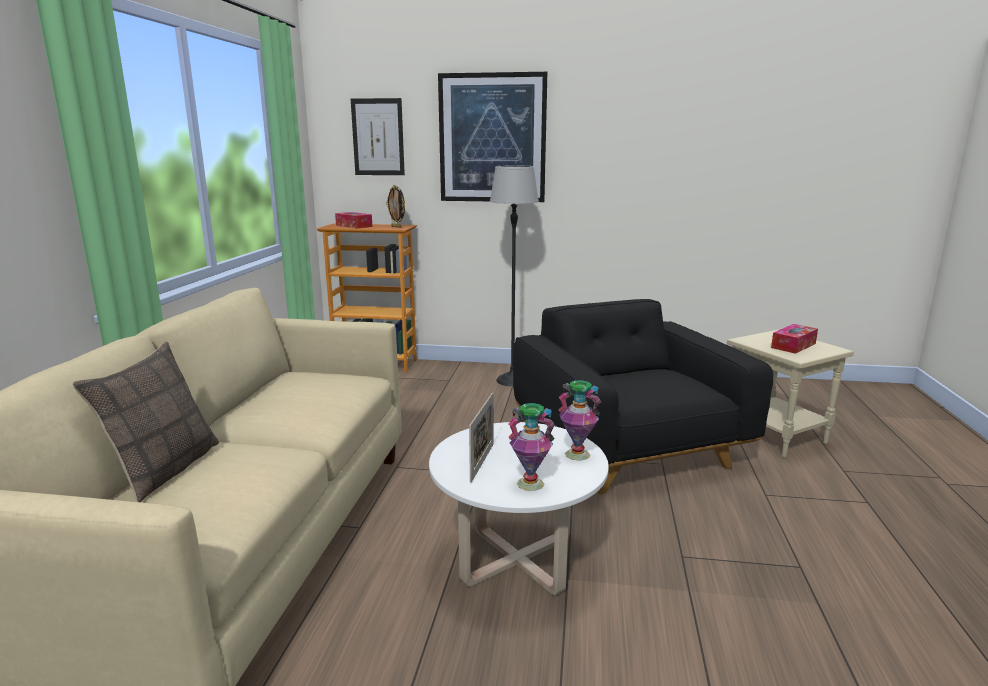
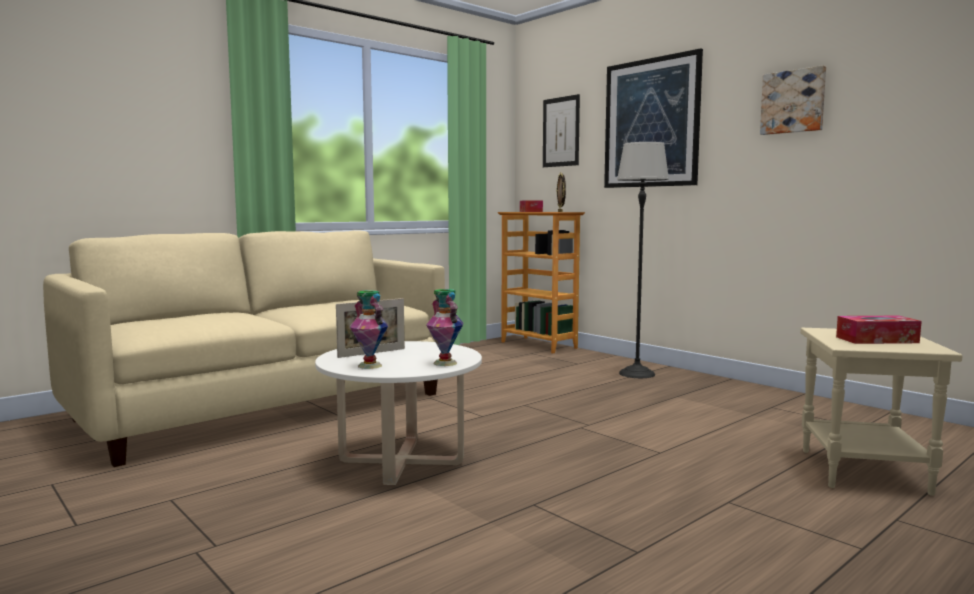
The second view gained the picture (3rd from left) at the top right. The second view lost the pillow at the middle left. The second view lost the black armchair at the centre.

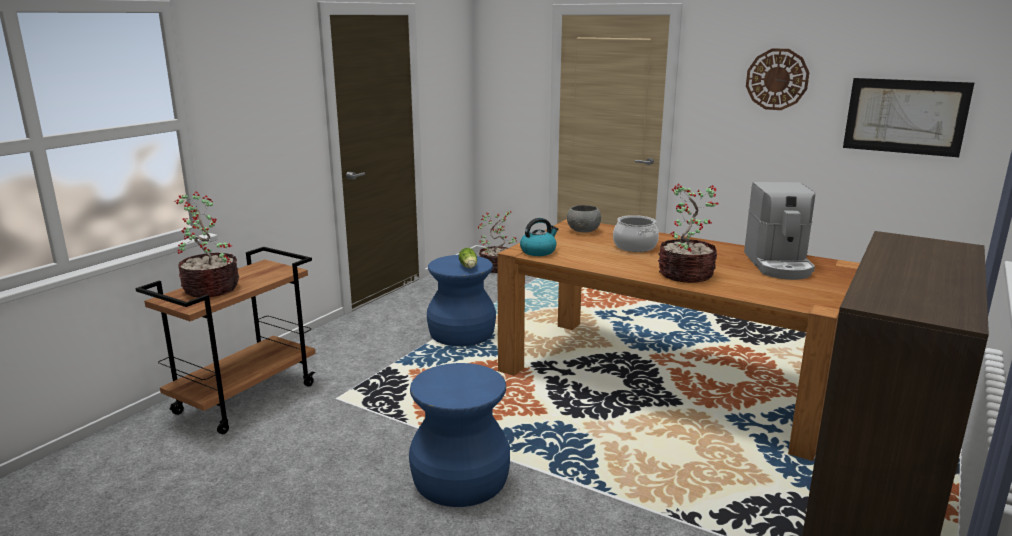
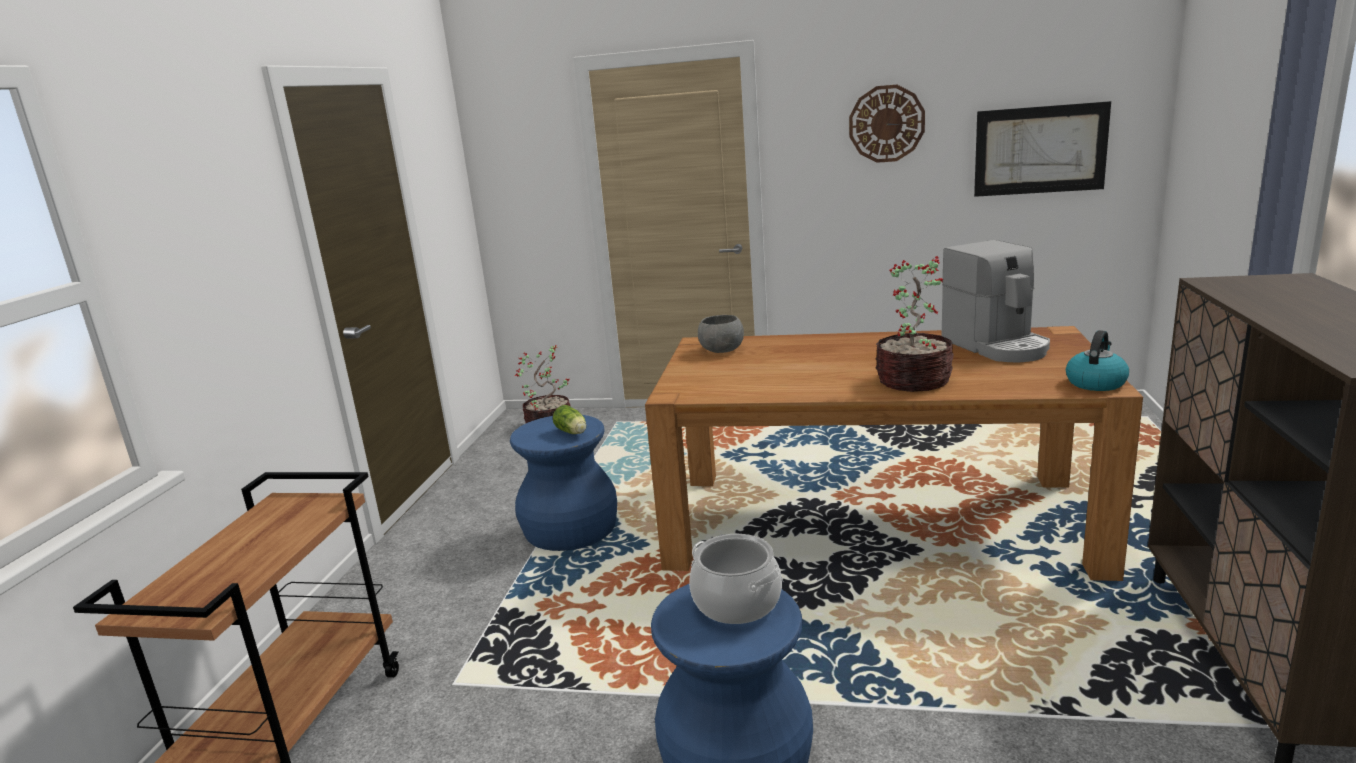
The cooking pot ended up elsewhere, having gone from the centre to the bottom centre. The kettle ended up elsewhere, having gone from the centre to the middle right. The second view lost the potted plant (1st from left) at the middle left.

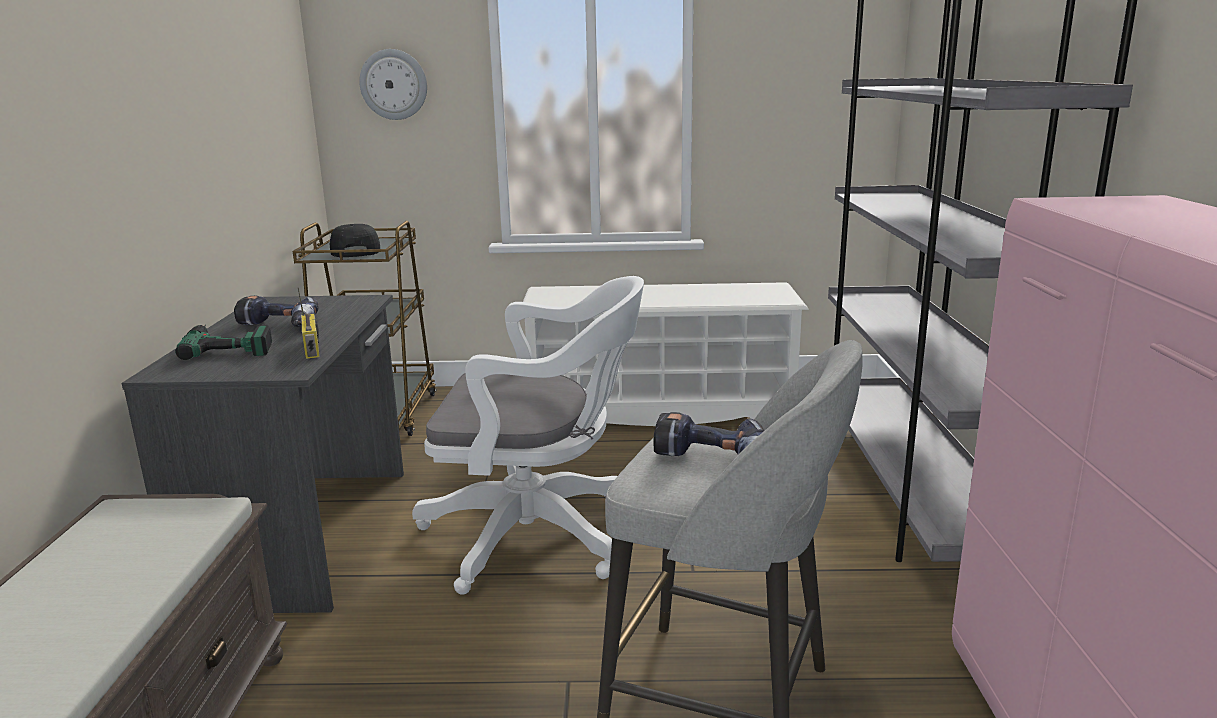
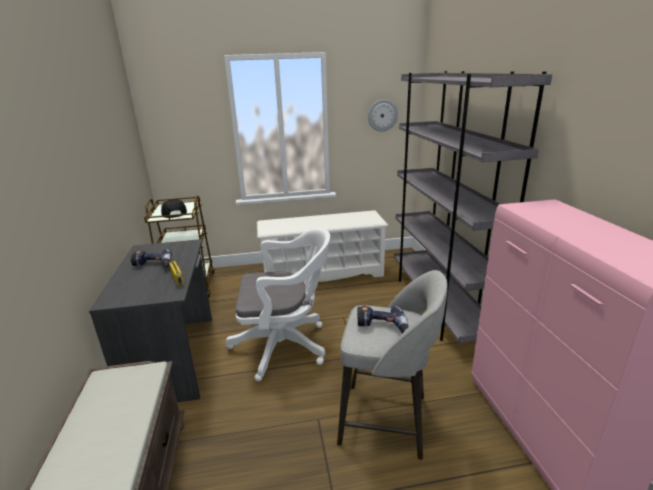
The wall clock ended up elsewhere, having gone from the top left to the top centre. The second view lost the power drill (1st from left) at the middle left.

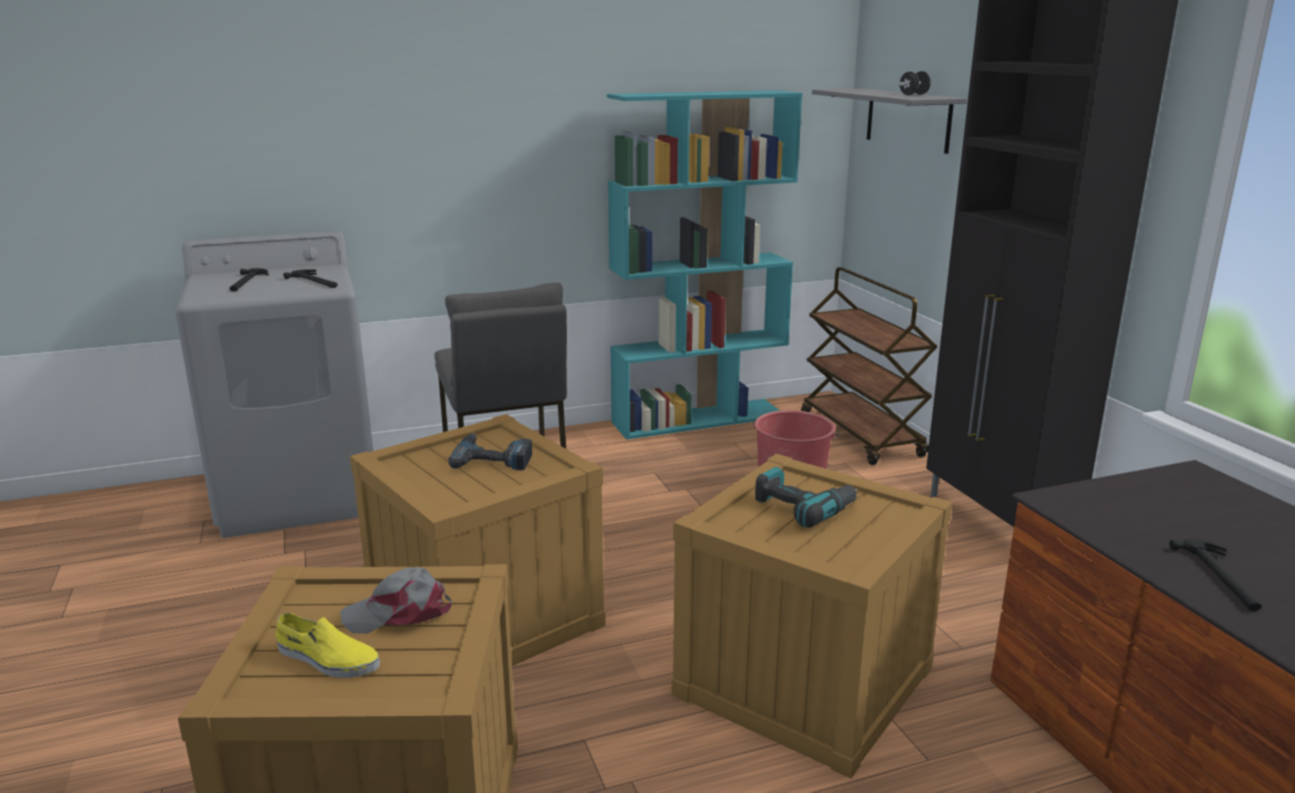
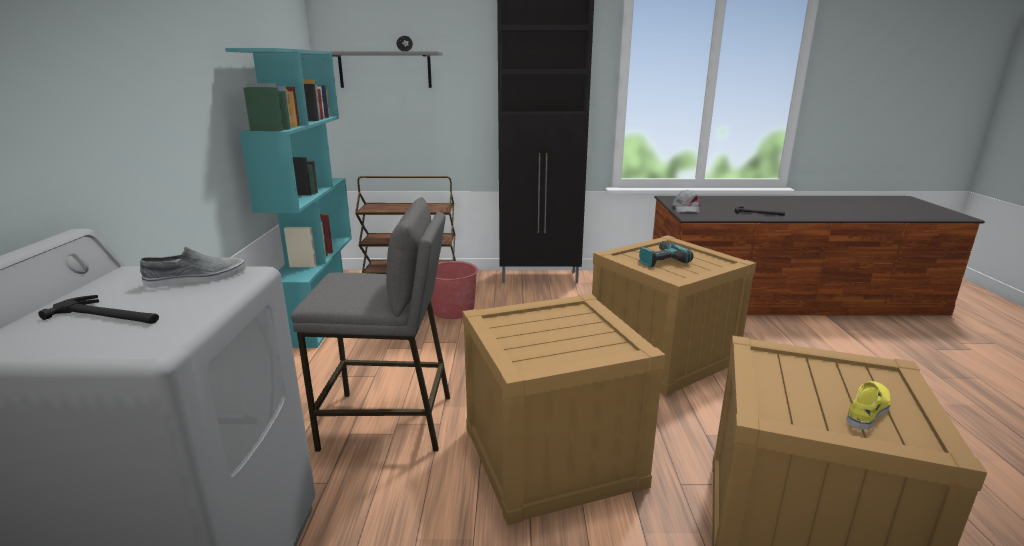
Where the hammer (2nd from left) stood at the middle left, the grey shoe came to stand at the middle left. The grey cap ended up elsewhere, having gone from the bottom left to the middle right. The second view lost the power drill (1st from left) at the centre.

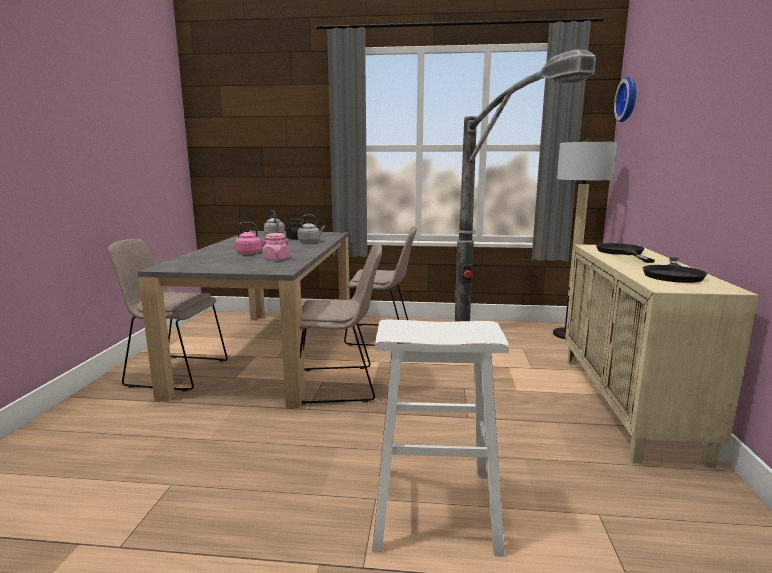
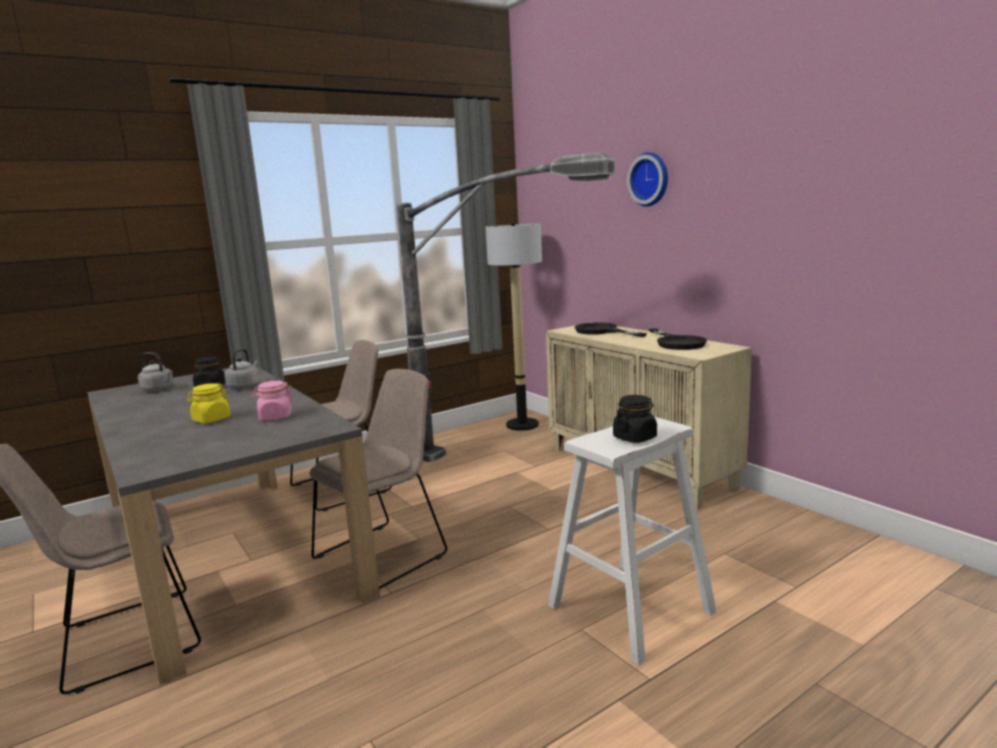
Where the pink kettle stood at the middle left, the yellow jar came to stand at the middle left. The second view gained the black jar (2nd from left) at the centre. The wall clock ended up elsewhere, having gone from the top right to the top centre.

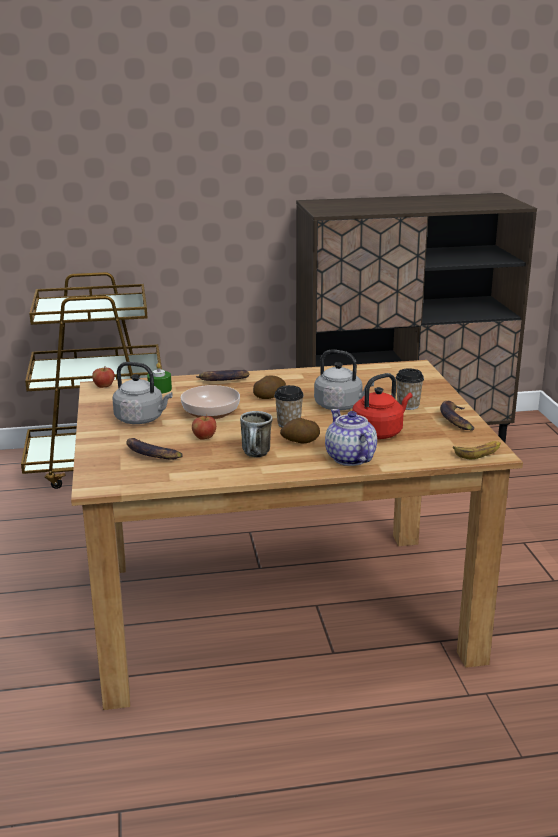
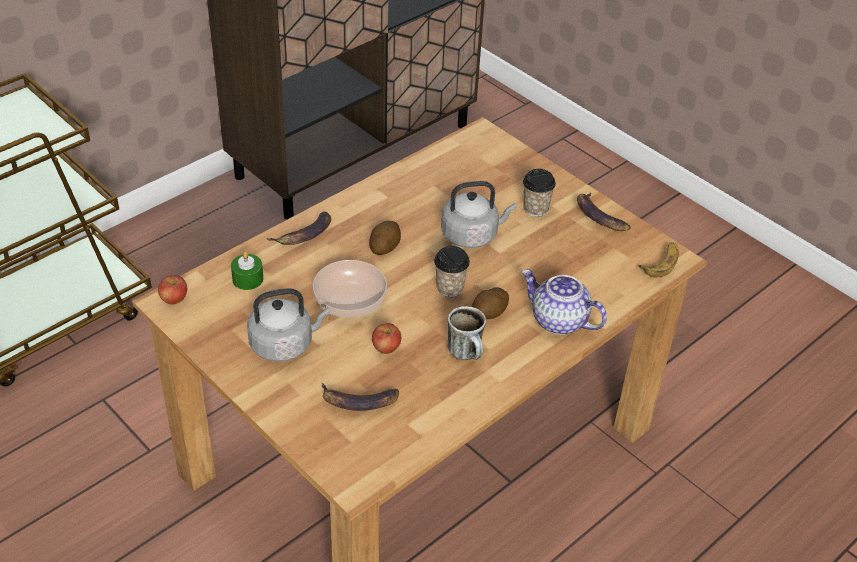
The second view lost the red kettle at the middle right.

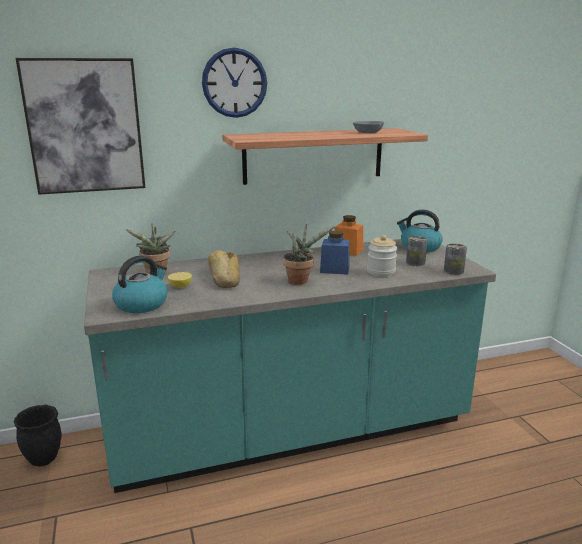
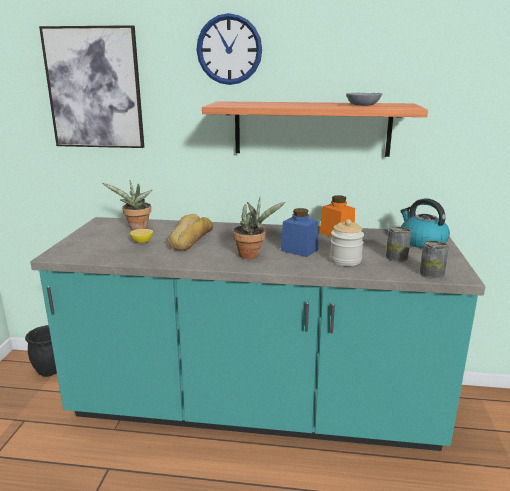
The second view lost the kettle (1st from left) at the middle left.

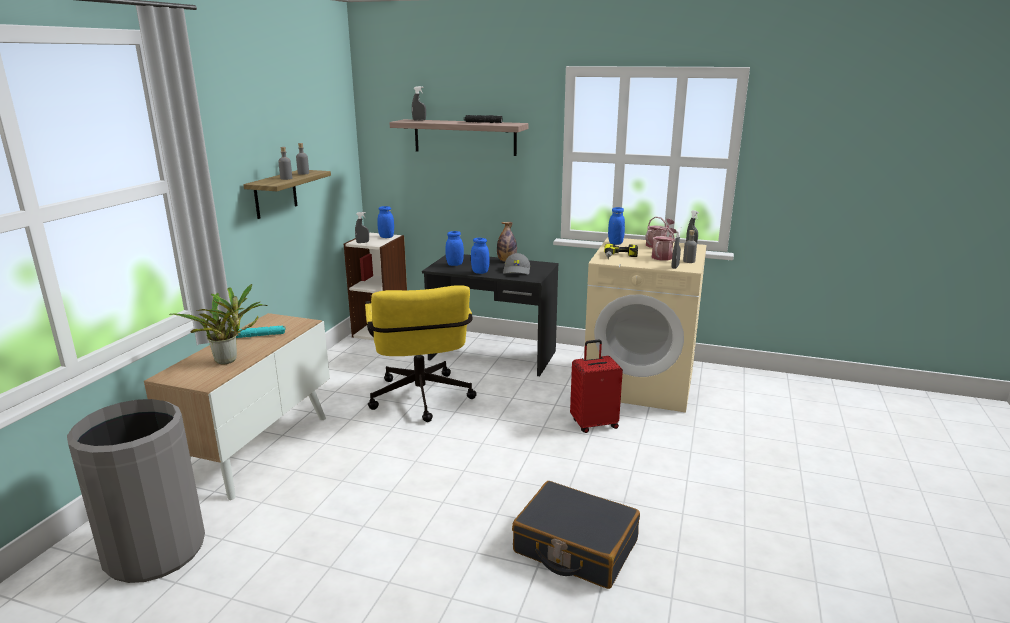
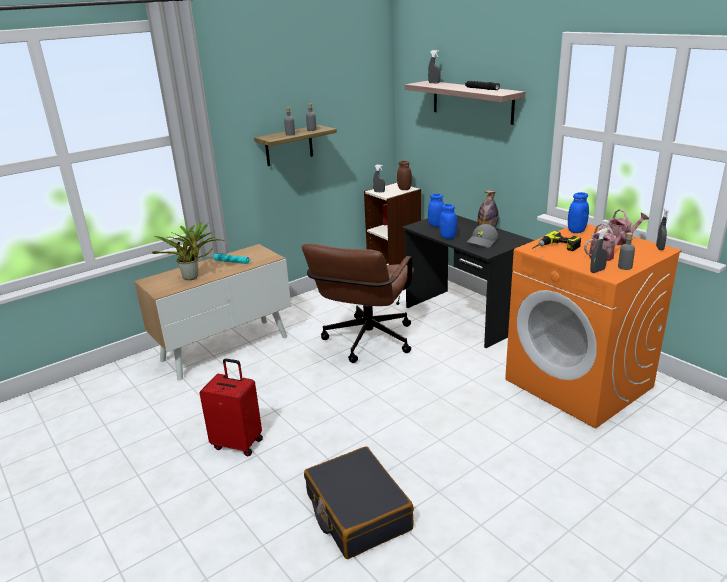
The red suitcase ended up elsewhere, having gone from the centre to the bottom left. What was the yellow office chair at the centre turned into the brown office chair at the centre. What was the blue jar (1st from left) at the centre turned into the brown jar at the top centre. What was the beige washing machine at the centre turned into the orange washing machine at the middle right. The second view lost the grey trash can at the bottom left.

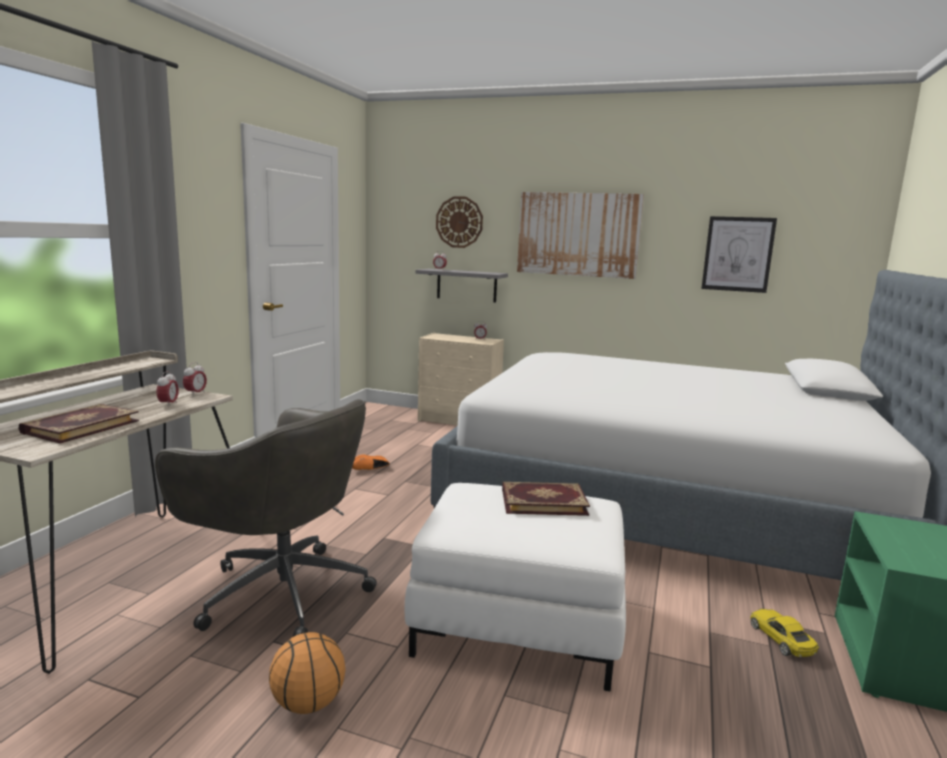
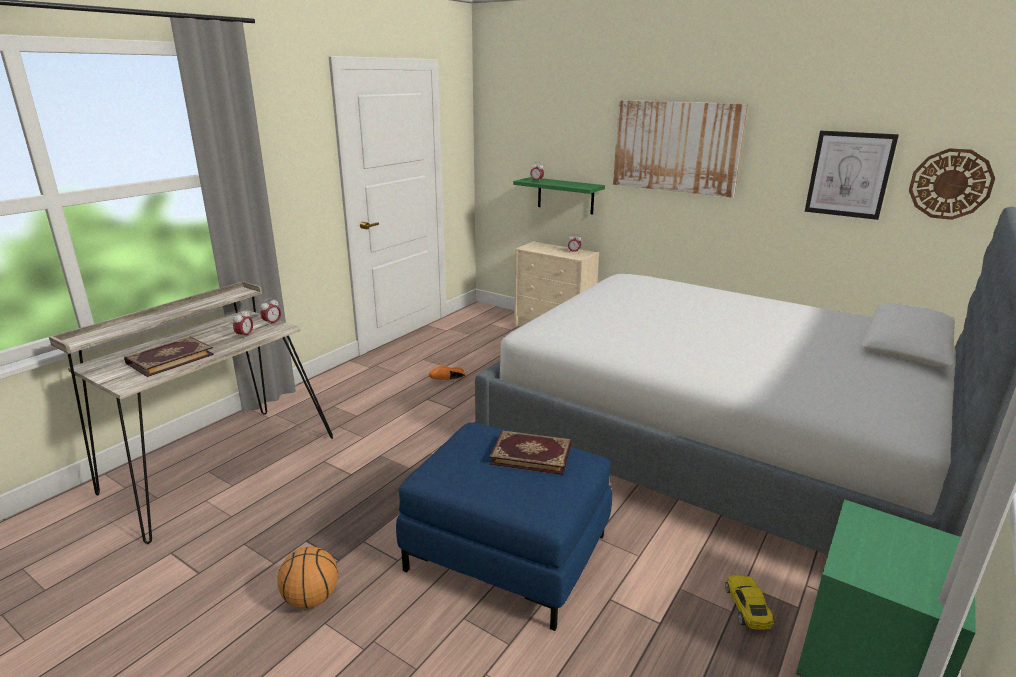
What was the white ottoman at the bottom centre turned into the blue ottoman at the bottom centre. What was the grey shelf at the centre turned into the green shelf at the top centre. The wall clock ended up elsewhere, having gone from the top centre to the top right. The second view lost the grey office chair at the bottom left.

